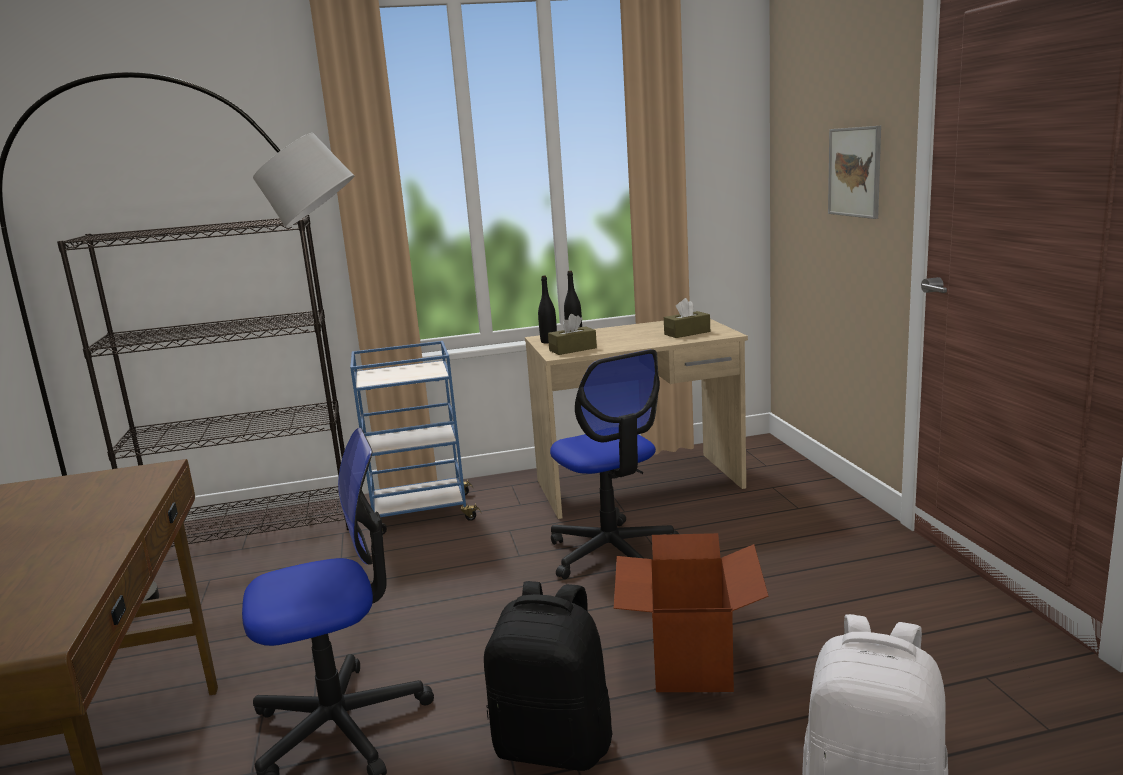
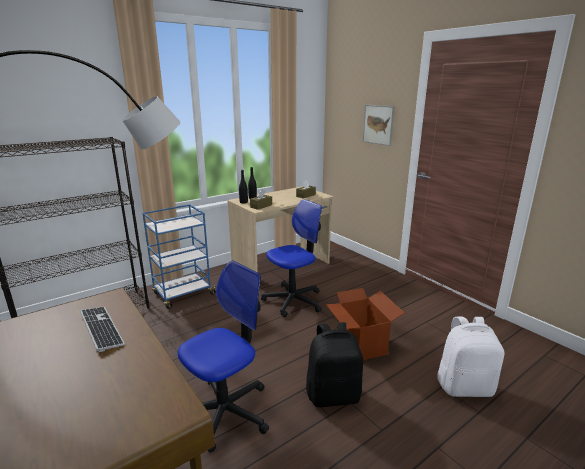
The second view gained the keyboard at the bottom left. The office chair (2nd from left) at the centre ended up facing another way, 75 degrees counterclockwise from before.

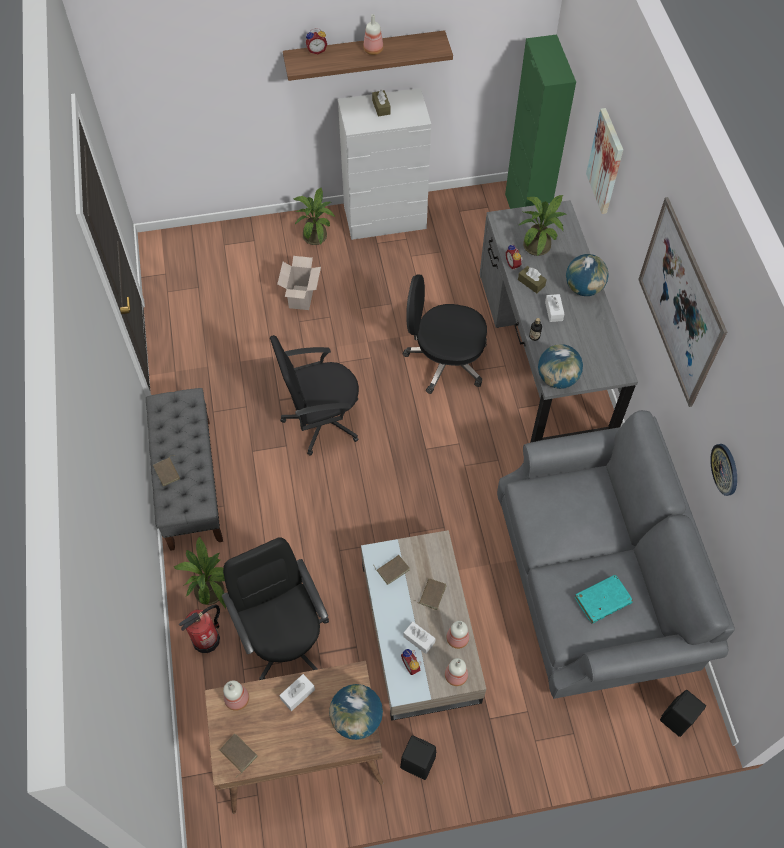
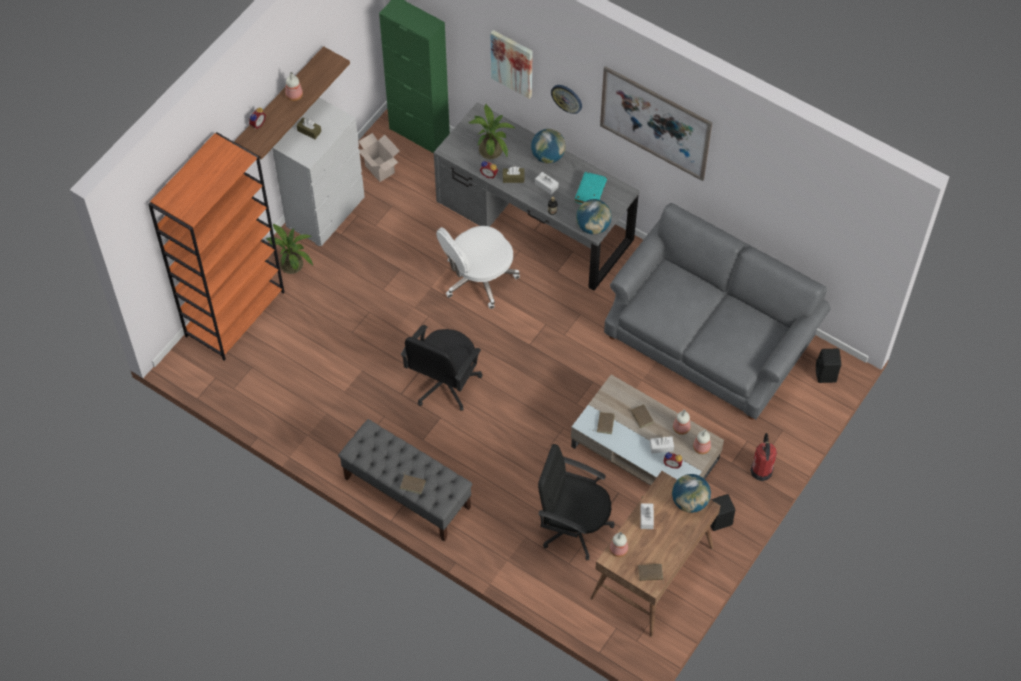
The second view gained the orange bookcase at the middle left. The cardboard box ended up elsewhere, having gone from the centre to the top centre. What was the black office chair (3rd from left) at the centre turned into the white office chair at the centre. The wall clock ended up elsewhere, having gone from the middle right to the top centre. The turquoise book ended up elsewhere, having gone from the bottom right to the top centre. The fire extinguisher ended up elsewhere, having gone from the bottom left to the bottom right. The second view lost the potted plant (1st from left) at the bottom left.

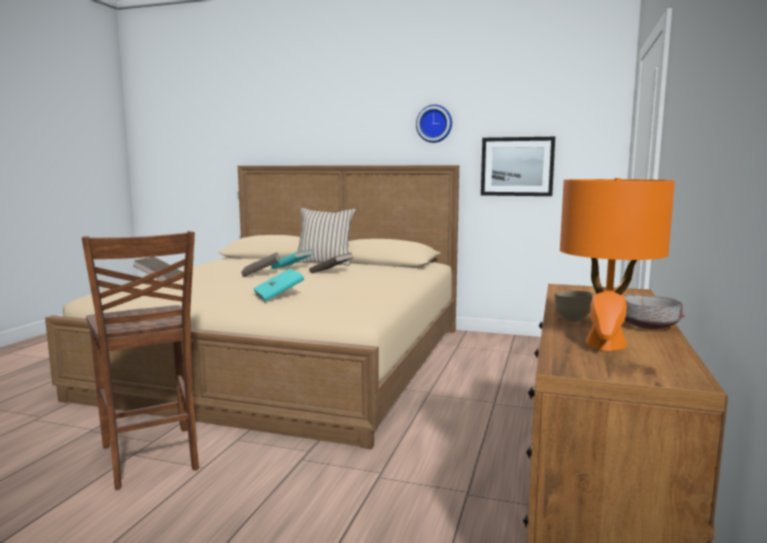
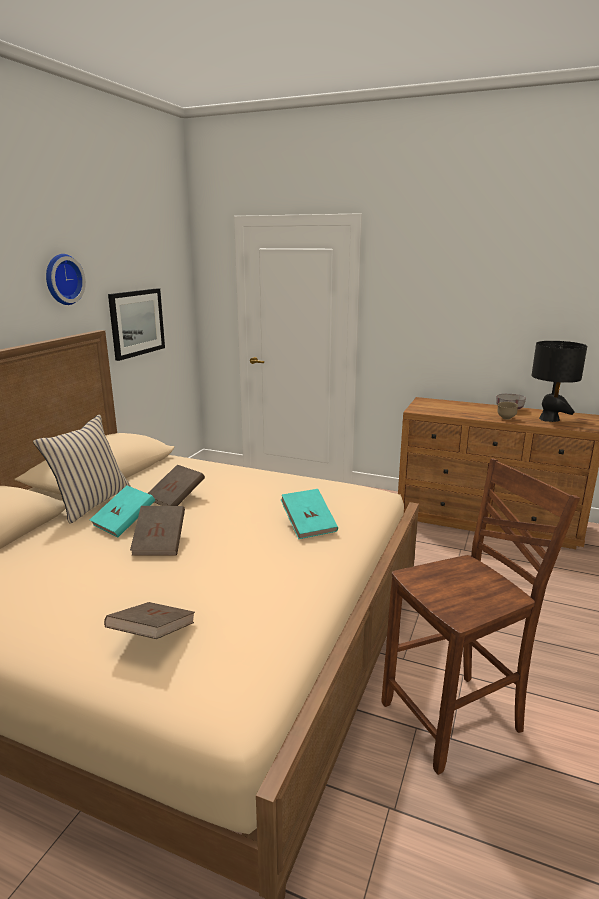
What was the orange table lamp at the middle right turned into the black table lamp at the middle right.

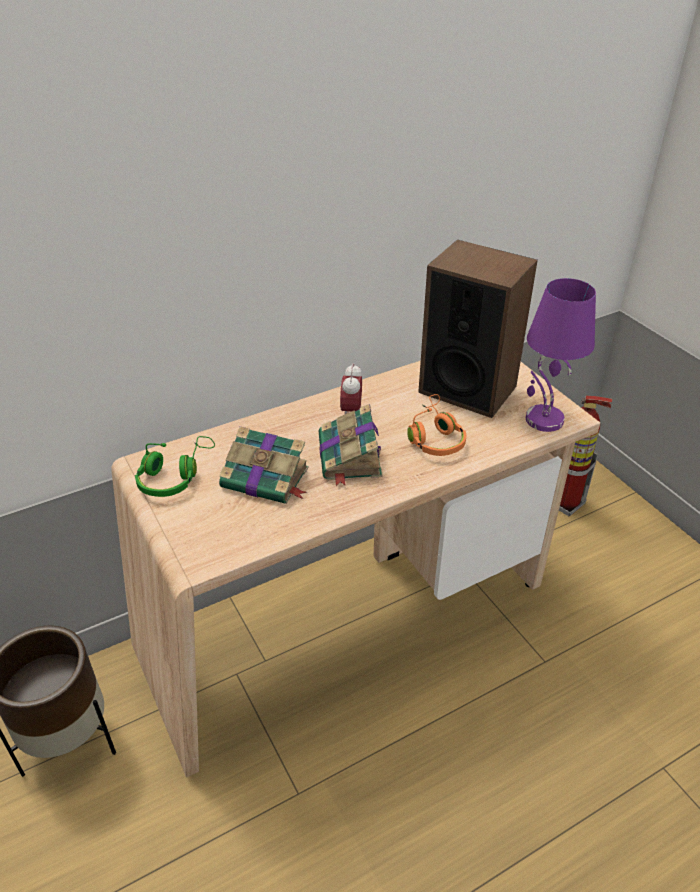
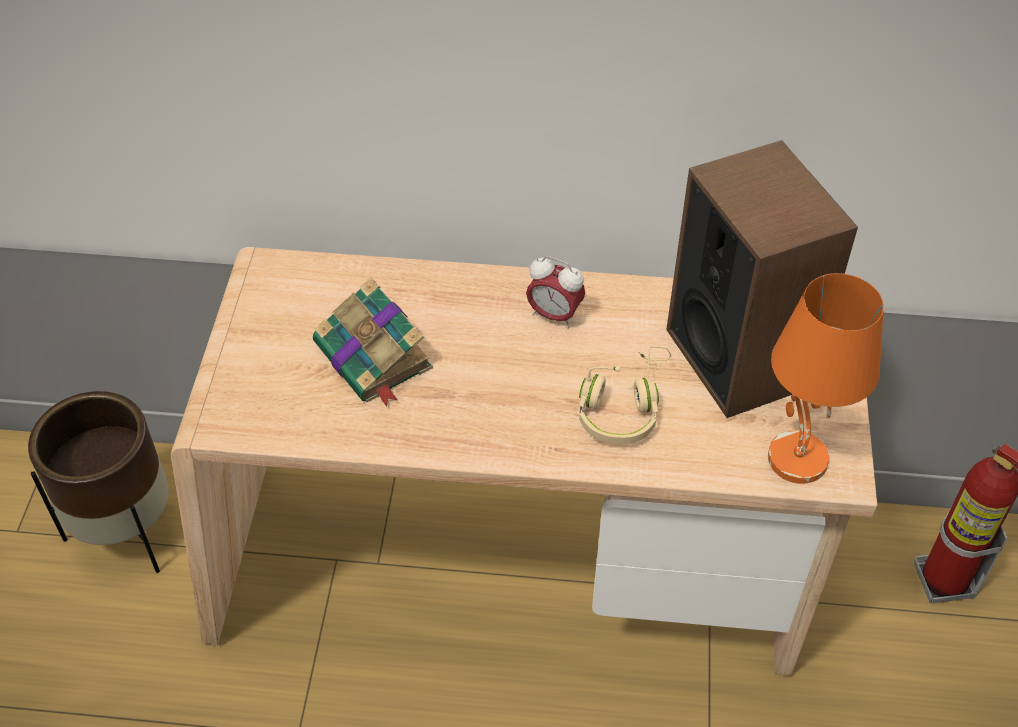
The alarm clock at the centre ended up facing another way, 105 degrees counterclockwise from before. What was the orange headphones at the centre turned into the beige headphones at the centre. What was the purple table lamp at the middle right turned into the orange table lamp at the middle right. The second view lost the green headphones at the middle left. The second view lost the book (2nd from left) at the centre.

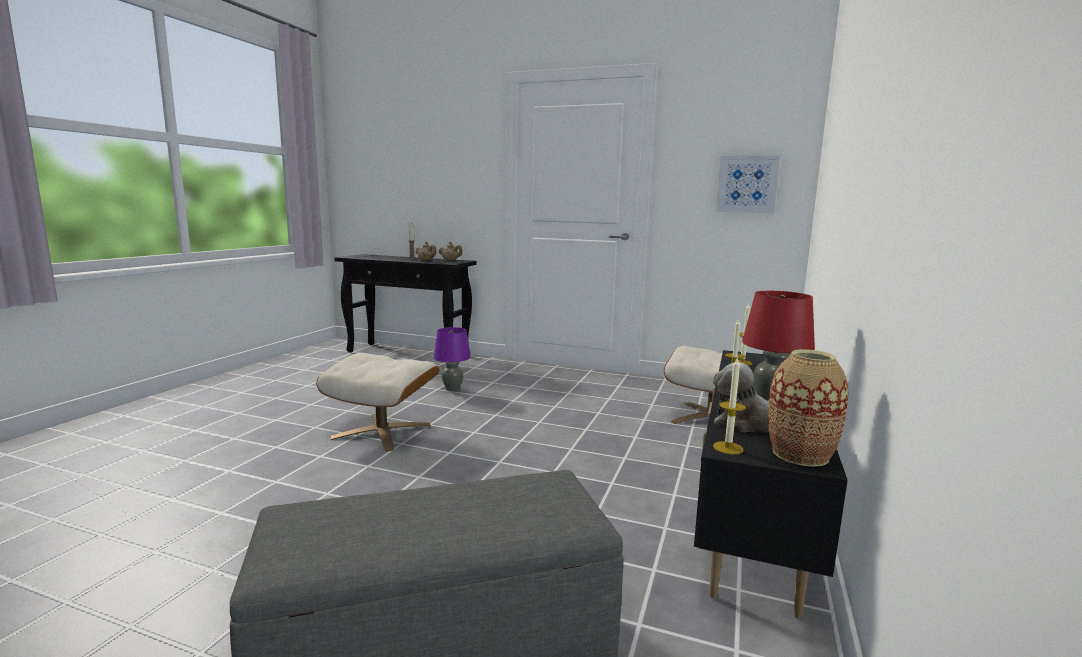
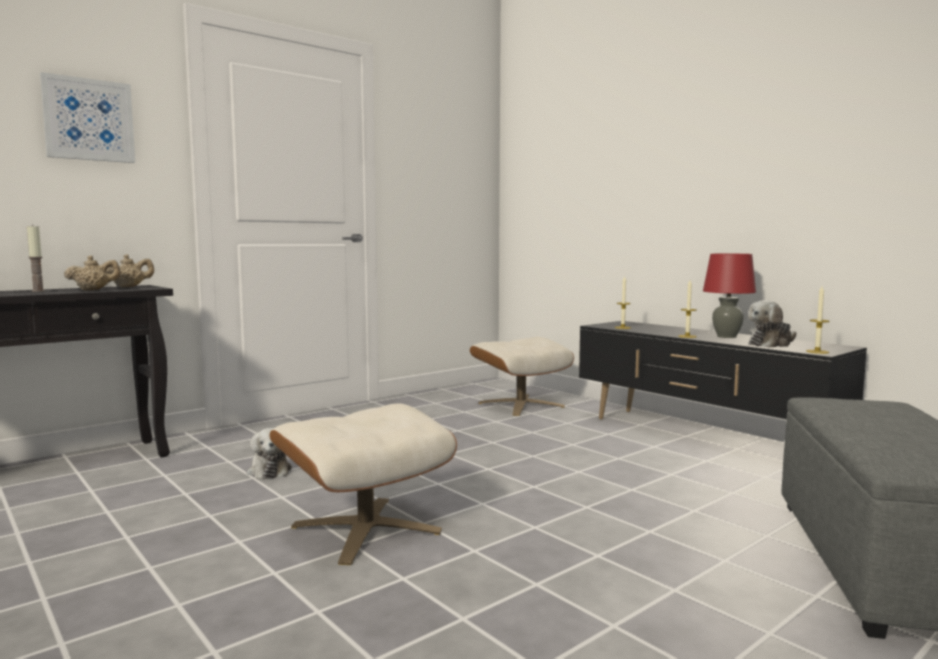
The picture ended up elsewhere, having gone from the top right to the top left. Where the purple table lamp stood at the centre, the plush toy (1st from left) came to stand at the bottom left. The second view lost the vase at the middle right.

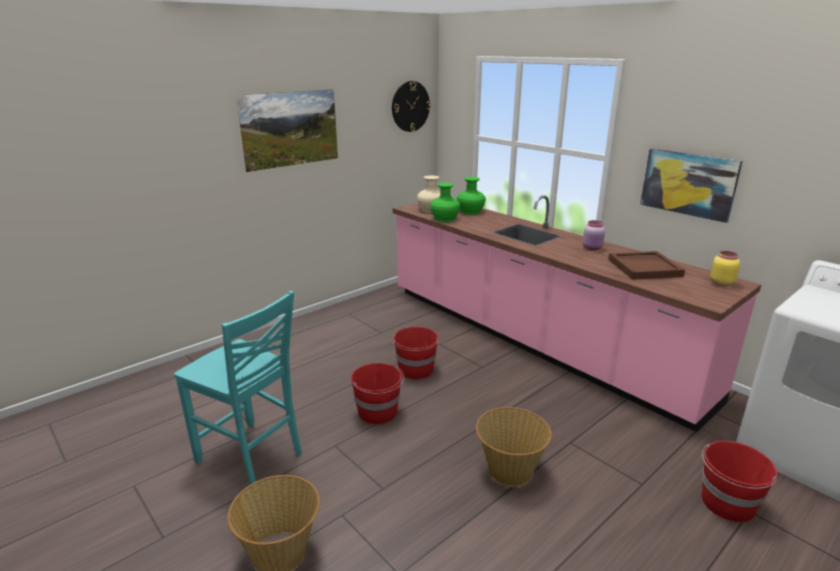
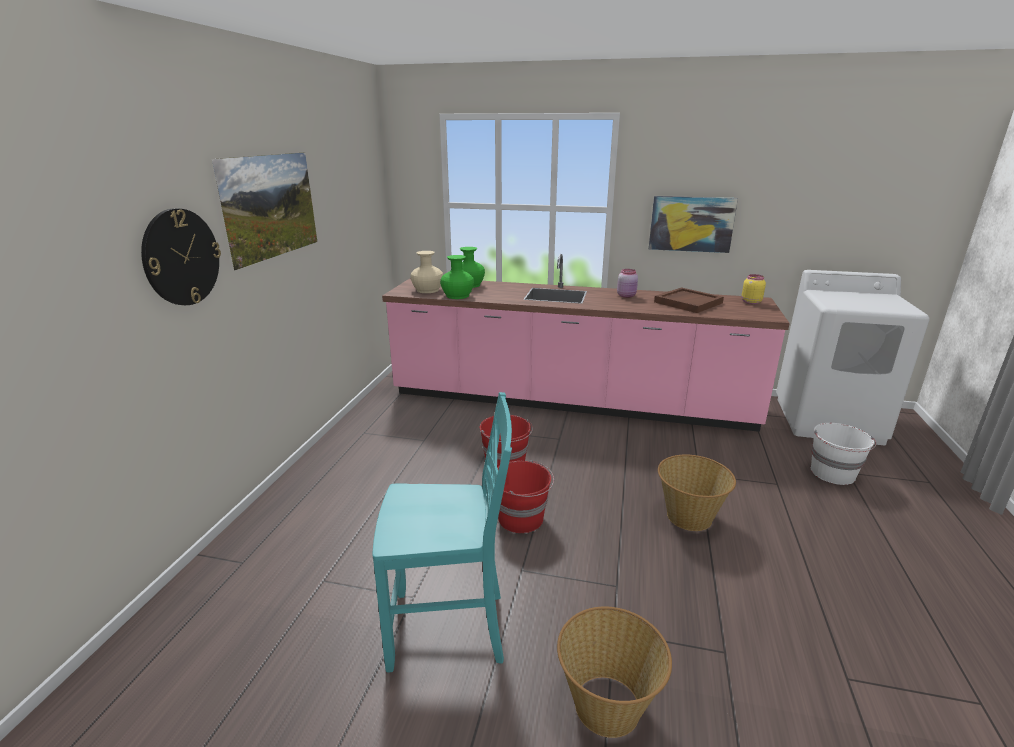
The wall clock ended up elsewhere, having gone from the top centre to the middle left. What was the red bucket (3rd from left) at the bottom right turned into the white bucket at the middle right.

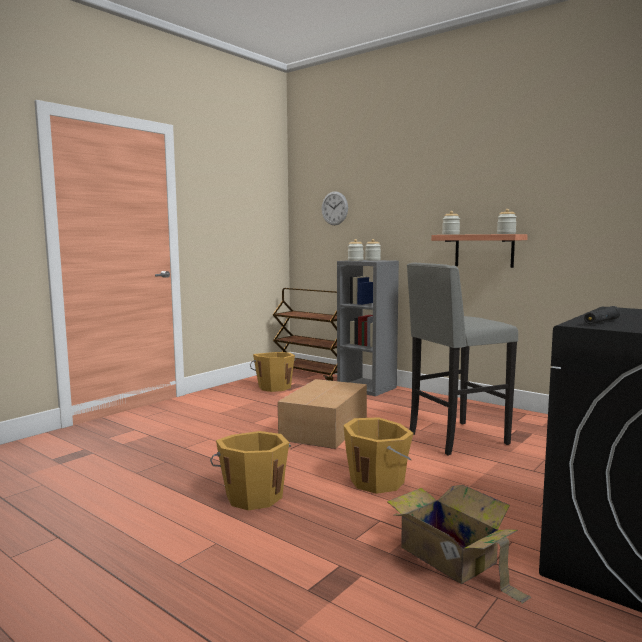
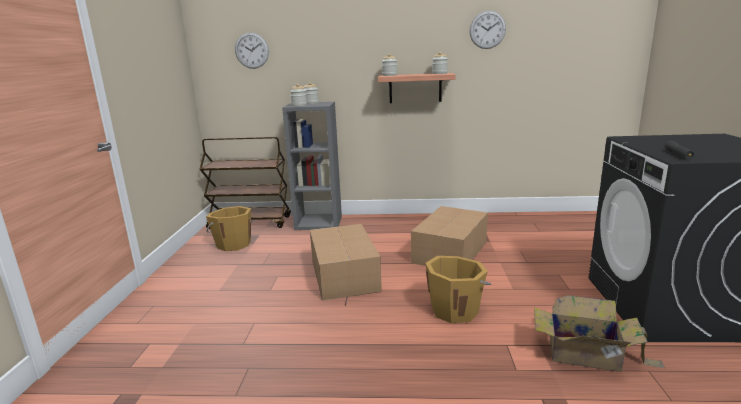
Where the grey stool stood at the middle right, the cardboard box (2nd from left) came to stand at the centre. The second view gained the wall clock (2nd from left) at the top centre. The second view lost the orange bucket (1st from left) at the bottom centre.

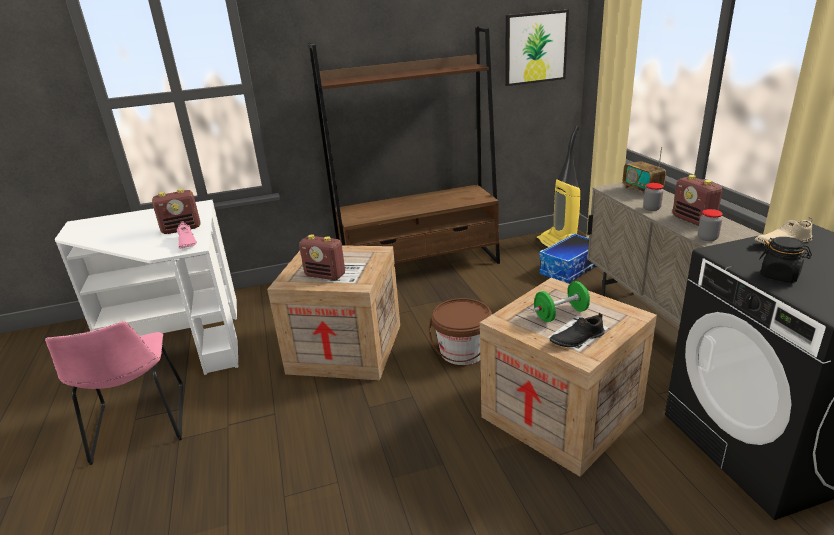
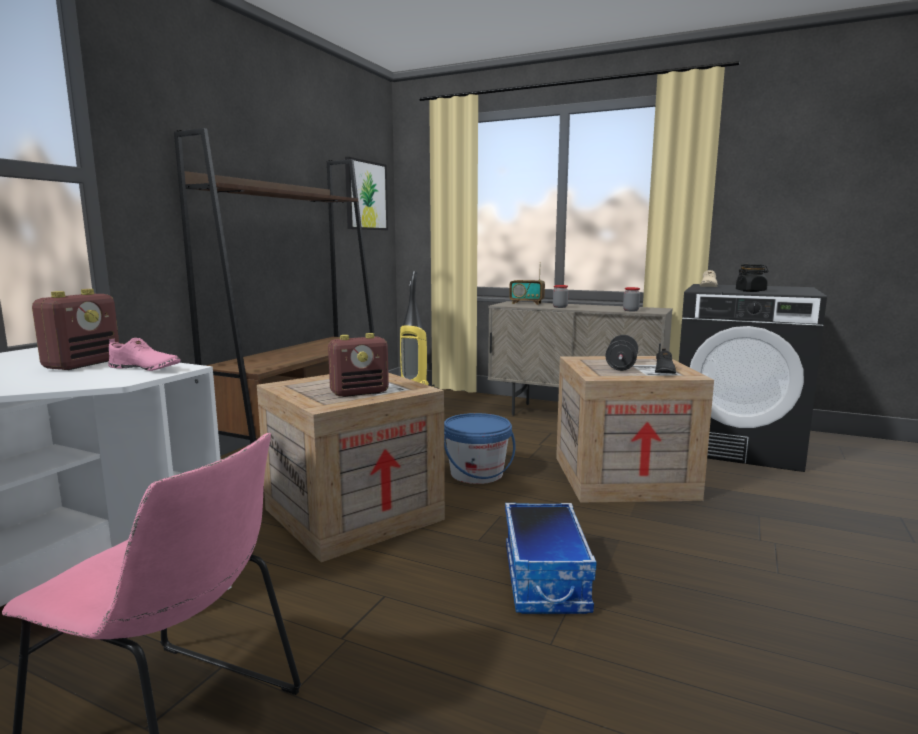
What was the brown bucket at the centre turned into the blue bucket at the centre. The storage box ended up elsewhere, having gone from the middle right to the bottom centre. What was the green dumbbell at the middle right turned into the black dumbbell at the middle right. The second view lost the radio (4th from left) at the middle right.

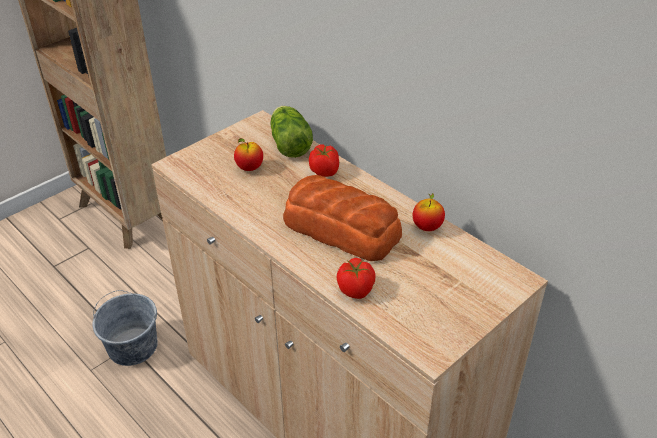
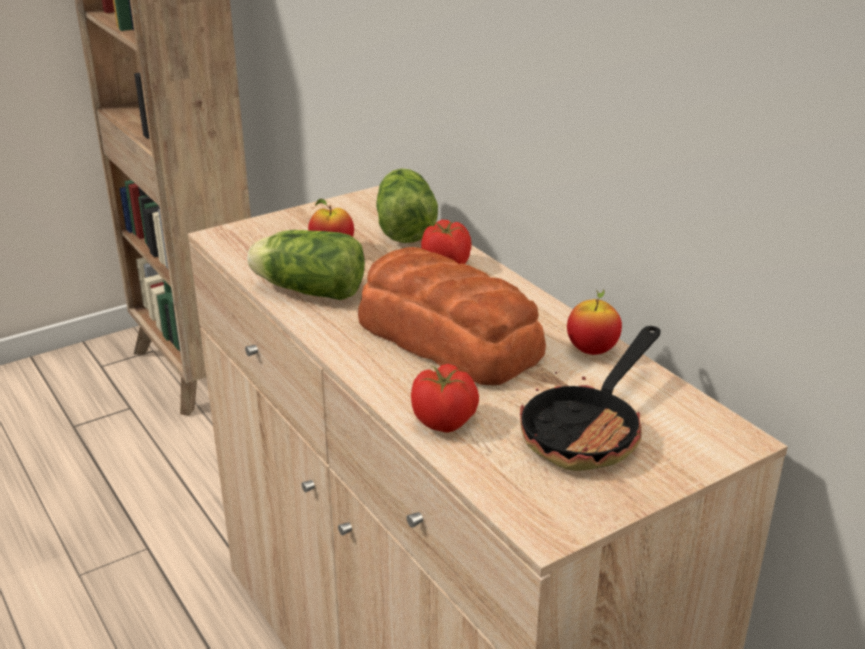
The second view gained the lettuce (1st from left) at the centre. The second view gained the frying pan at the middle right. The second view lost the grey bucket at the bottom left.

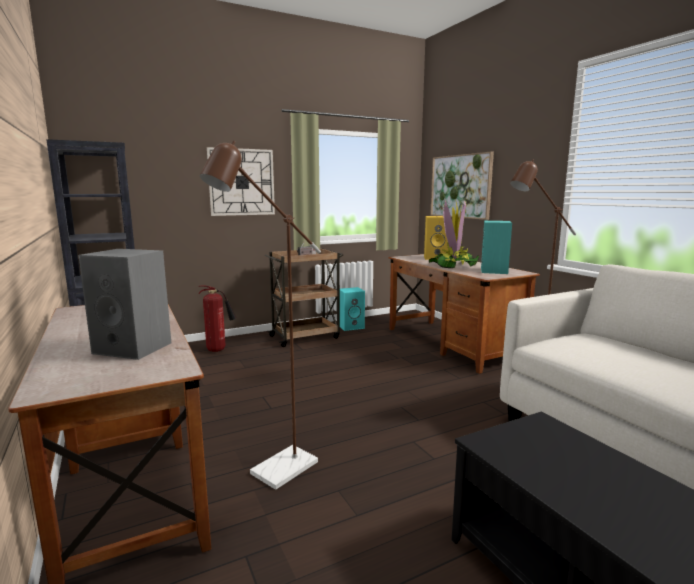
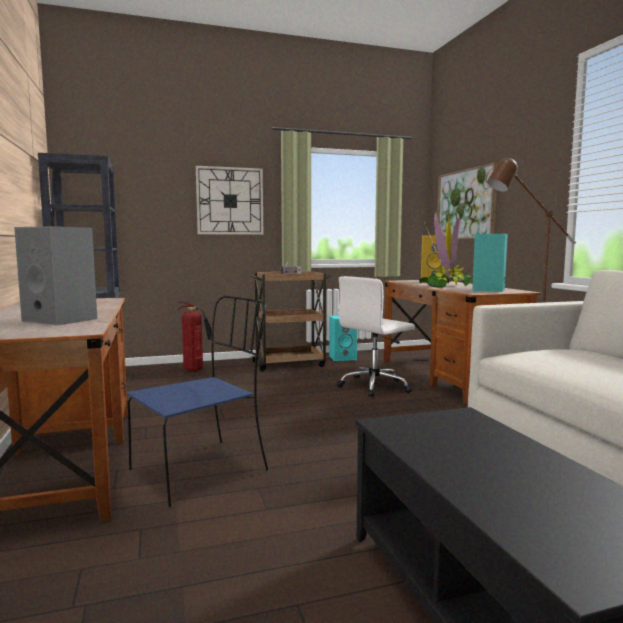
Where the brown floor lamp (1st from left) stood at the centre, the blue chair came to stand at the middle left. The second view gained the white office chair at the centre.

